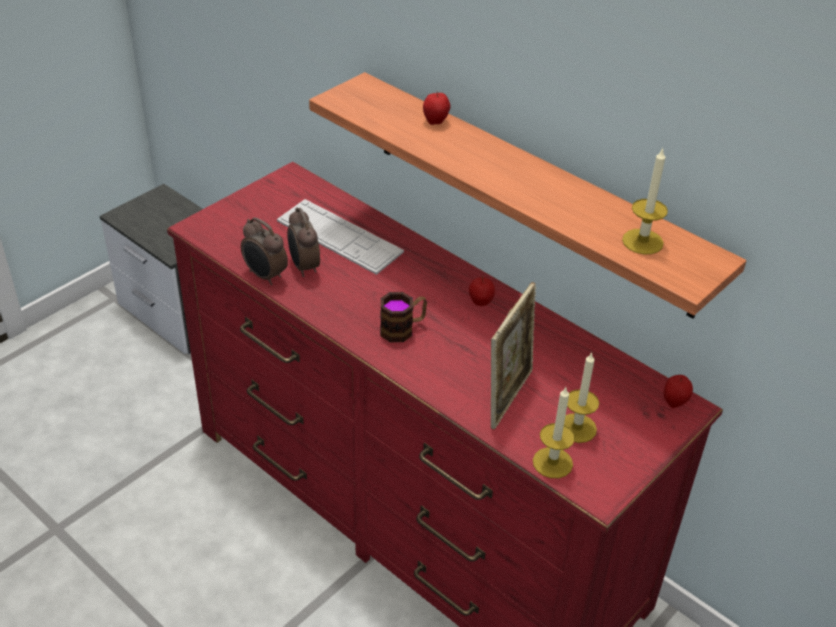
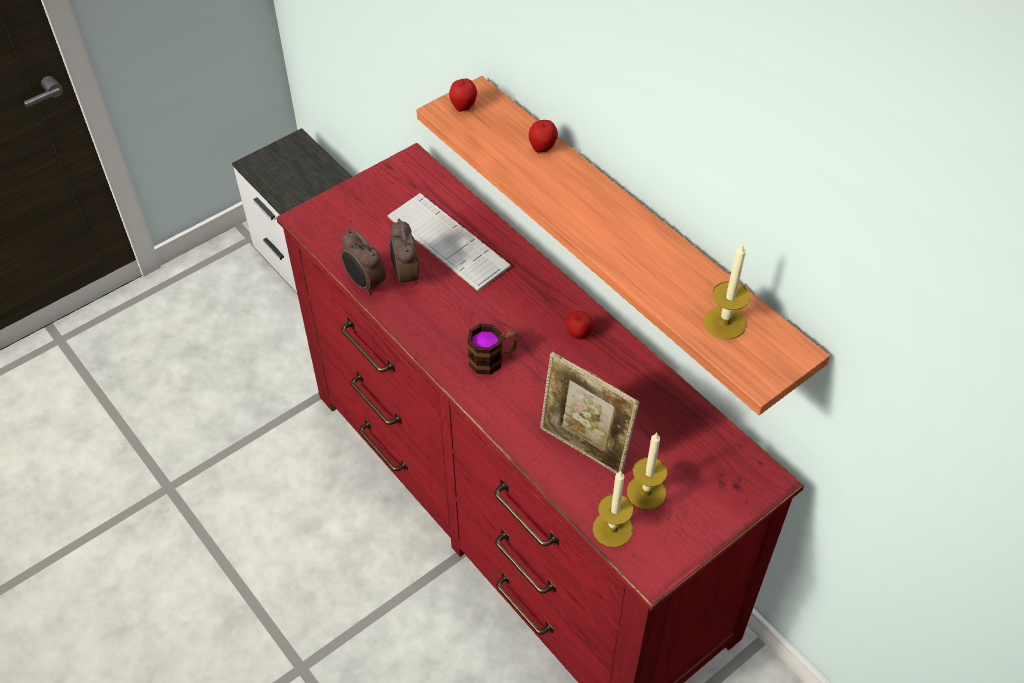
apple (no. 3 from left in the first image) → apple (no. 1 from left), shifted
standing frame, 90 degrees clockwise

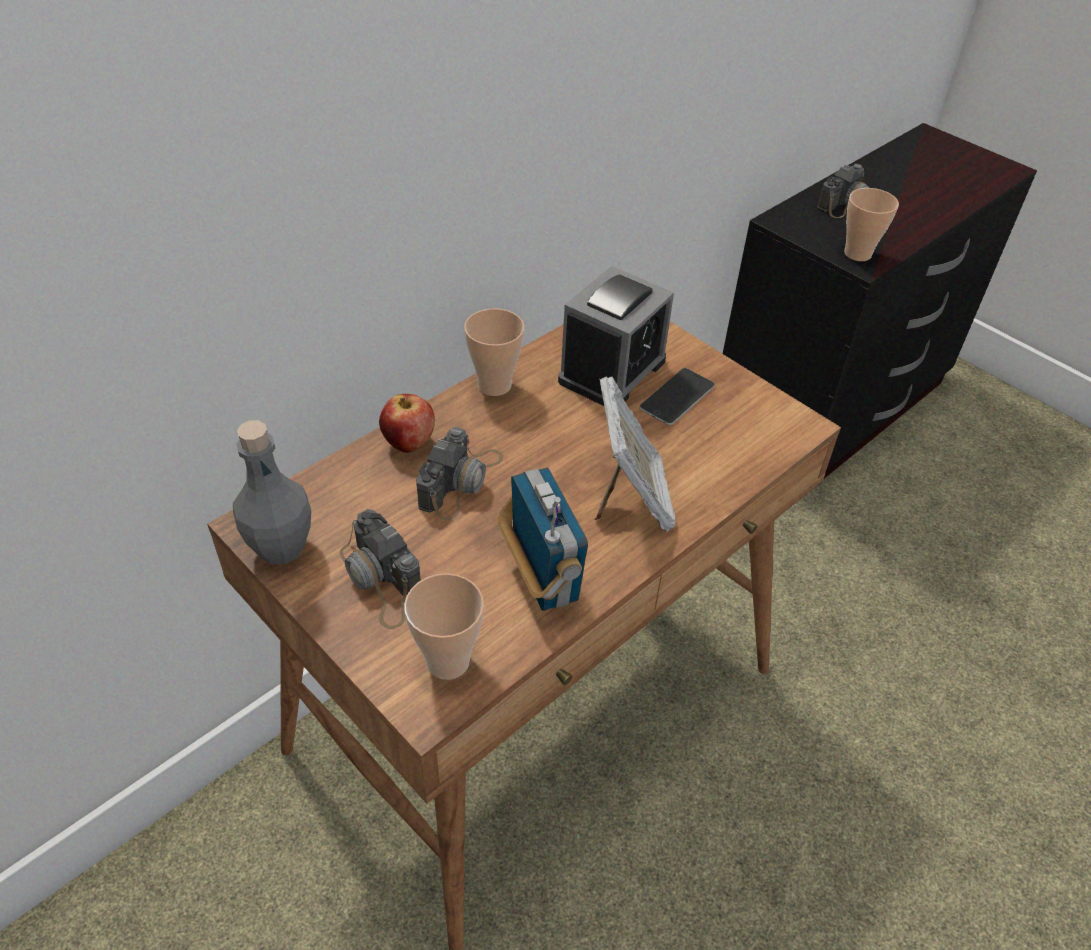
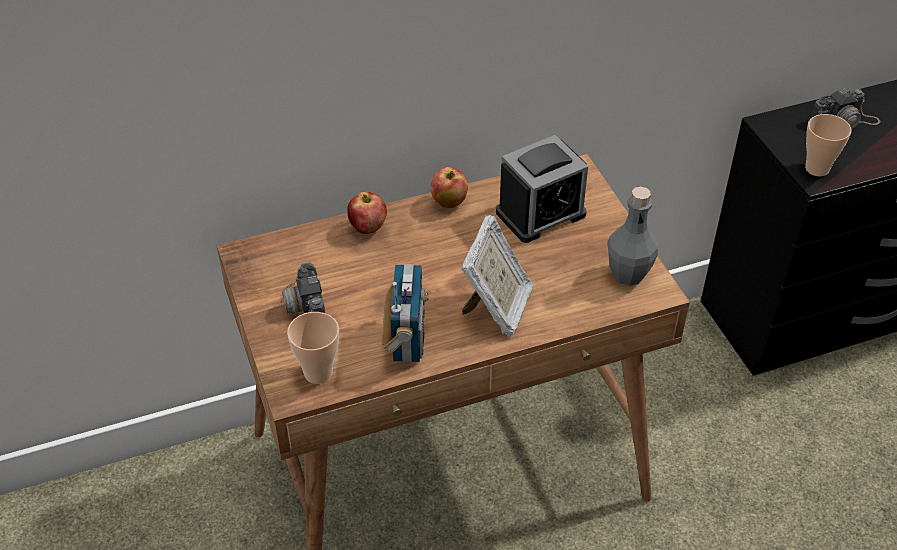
drinking cup (no. 2 from left) → apple (no. 2 from left)
bottle in grey, shifted
photo camera (no. 2 from left) → -
telephone → -

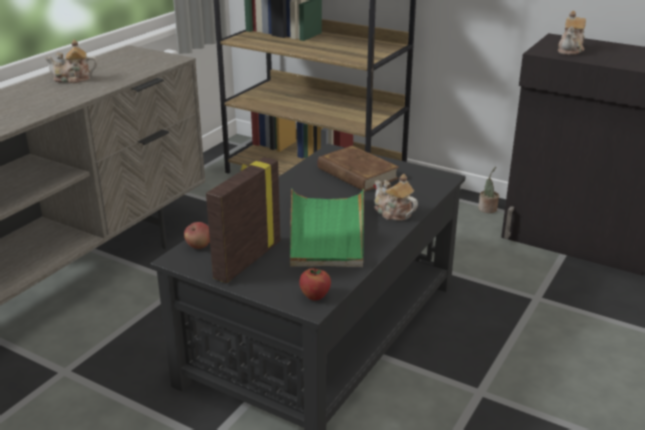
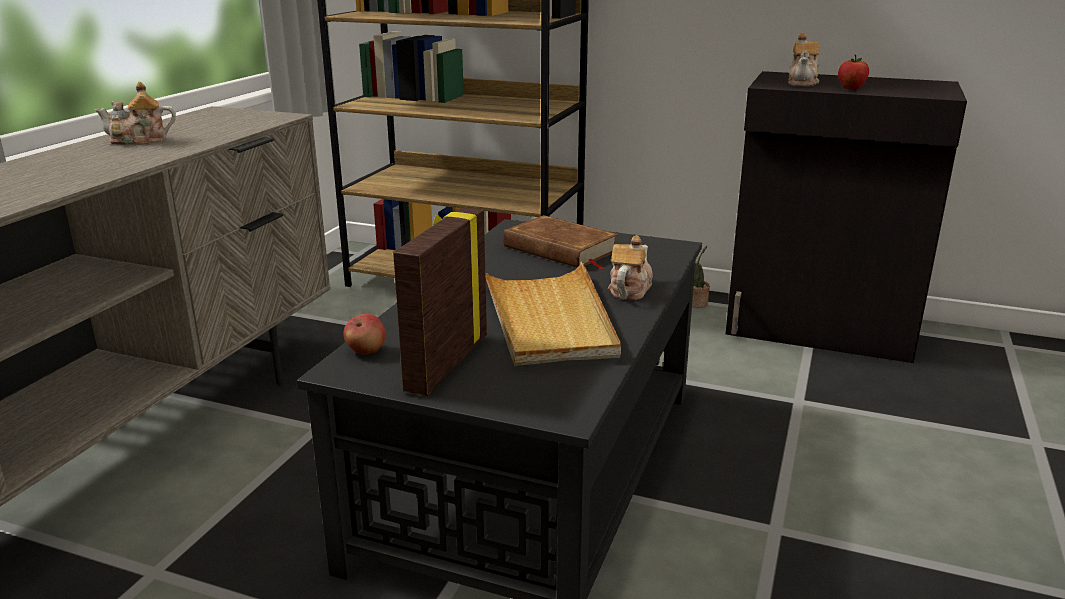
serving tray in green-coloured → serving tray in beige
teapot (no. 2 from left), 75 degrees clockwise
apple (no. 2 from left), shifted

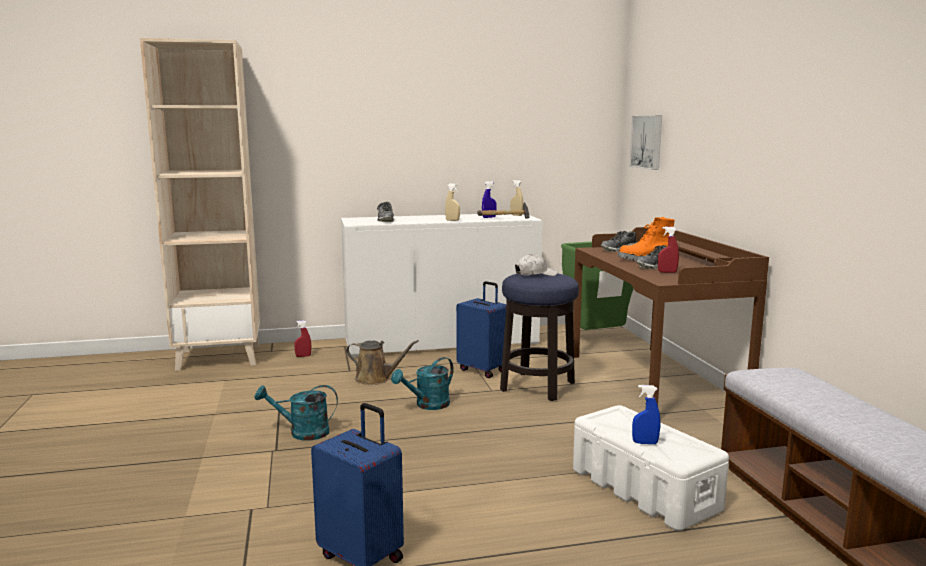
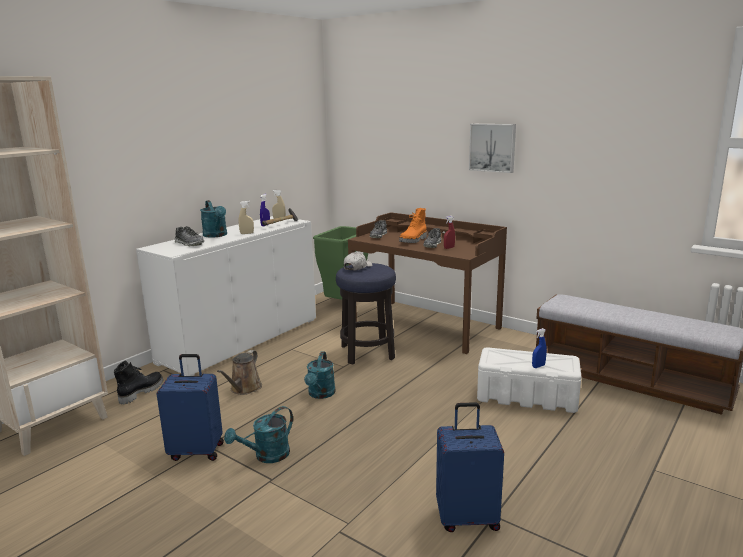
sprayer in red-coloured (no. 1 from left) → boot in black-coloured
piece of luggage in bluish (no. 2 from left in the first image) → piece of luggage in bluish (no. 1 from left), shifted
- → sprinkling can in turquoise (no. 1 from left)
sprinkling can in brown-coloured, 135 degrees clockwise
picture, shifted

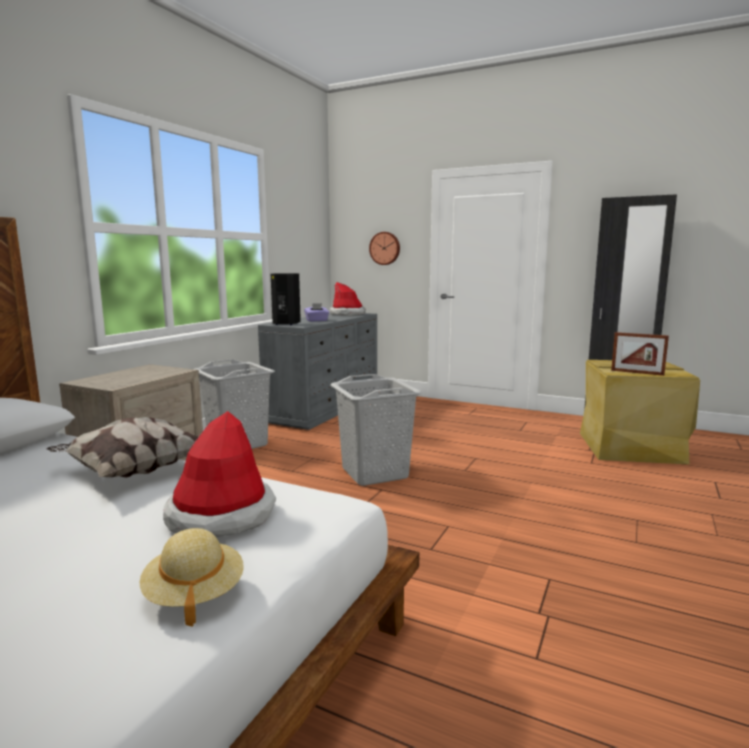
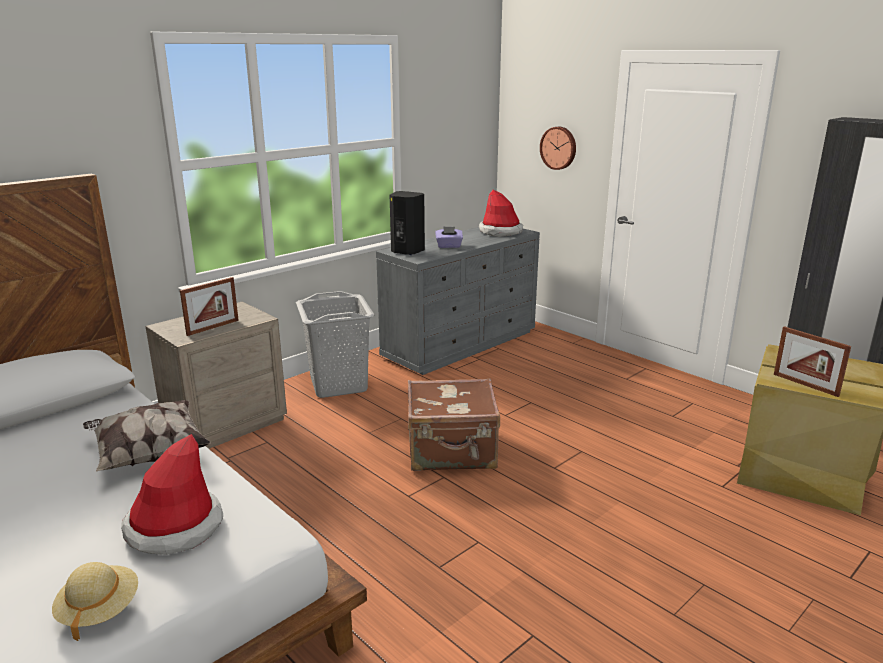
- → standing frame (no. 1 from left)
hamper in grey (no. 2 from left) → piece of luggage in brown-coloured

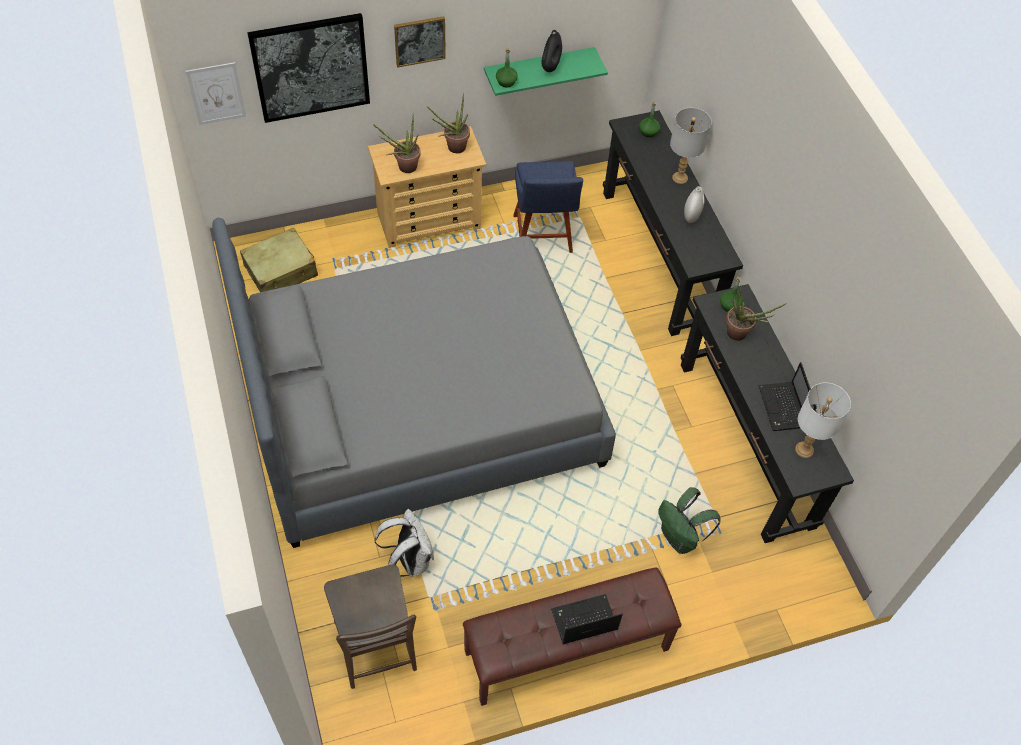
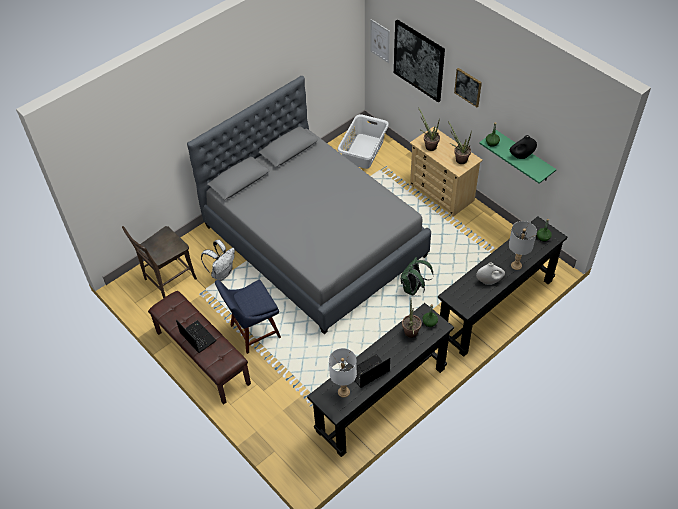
chair in bluish, shifted
piece of luggage in beige → hamper in grey
rucksack in green-coloured, shifted

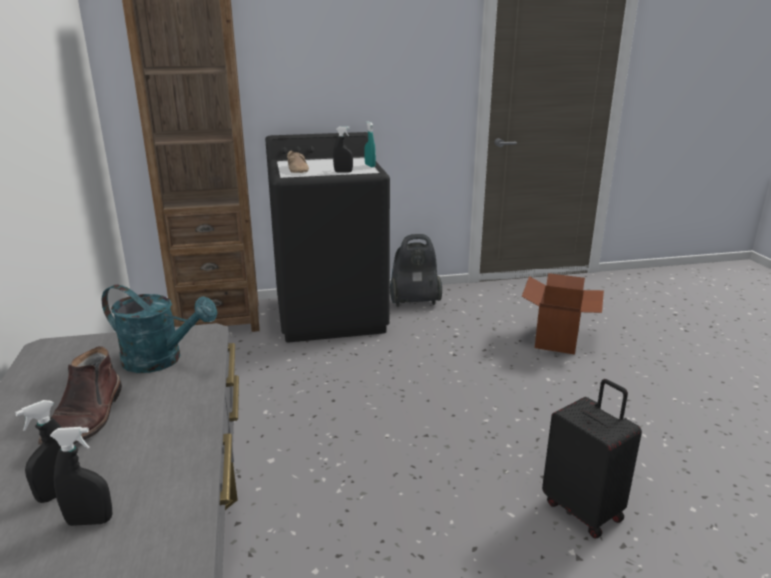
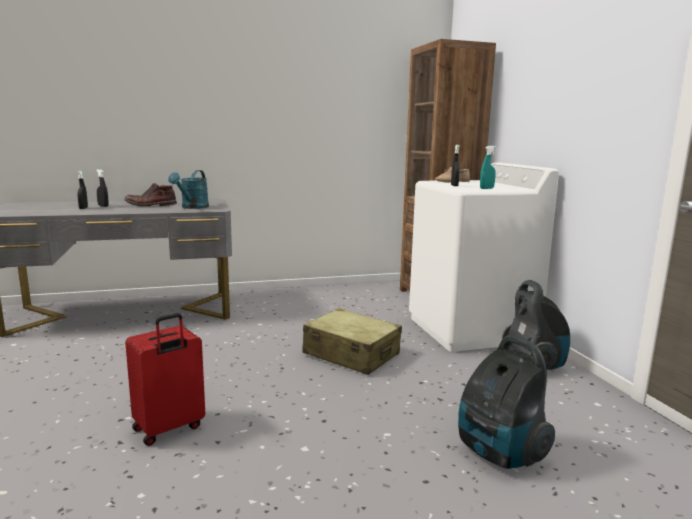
piece of luggage in black-coloured → piece of luggage in red-coloured
- → piece of luggage in beige
washing machine in black-coloured → washing machine in white
cardboard box → vacuum cleaner (no. 1 from left)

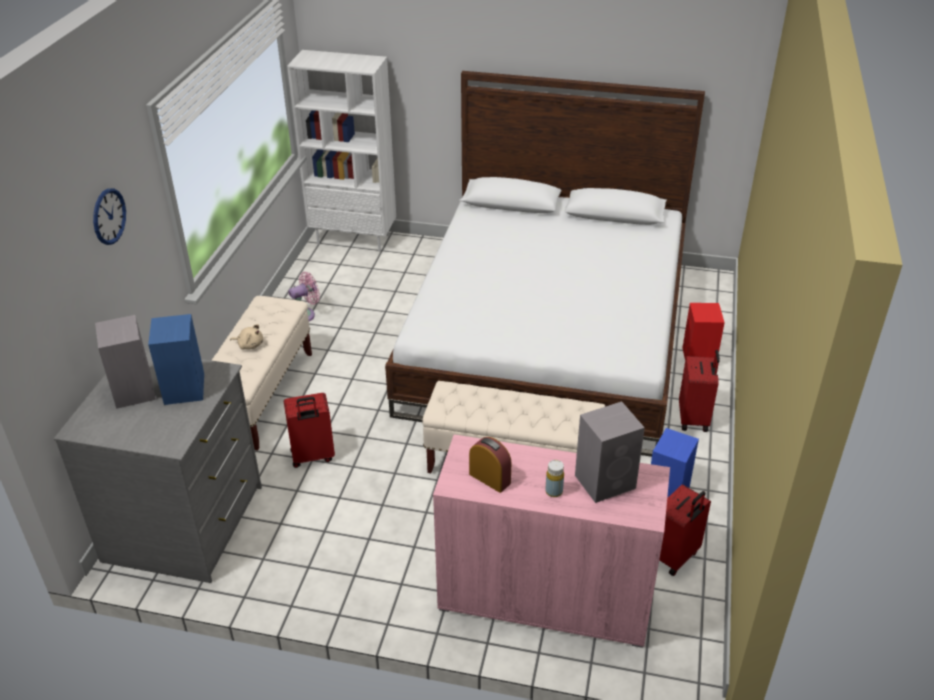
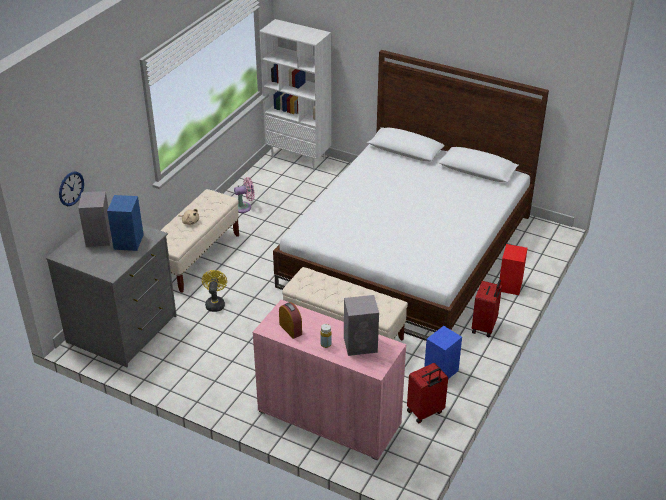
wall clock, shifted
piece of luggage in red-coloured (no. 1 from left) → electric fan in yellow

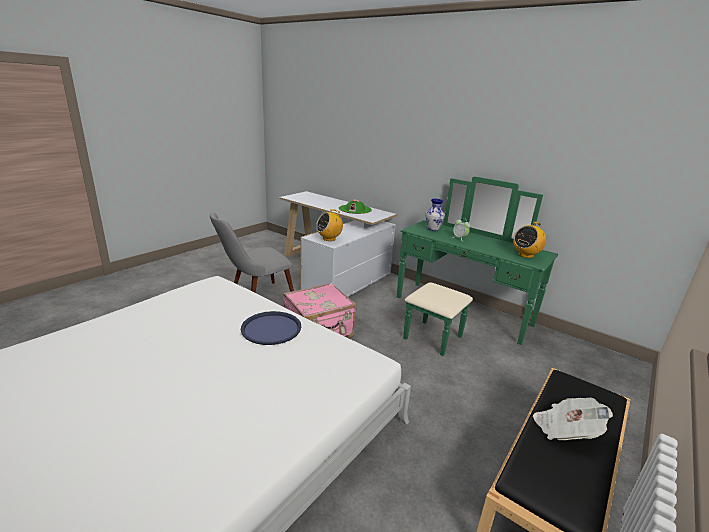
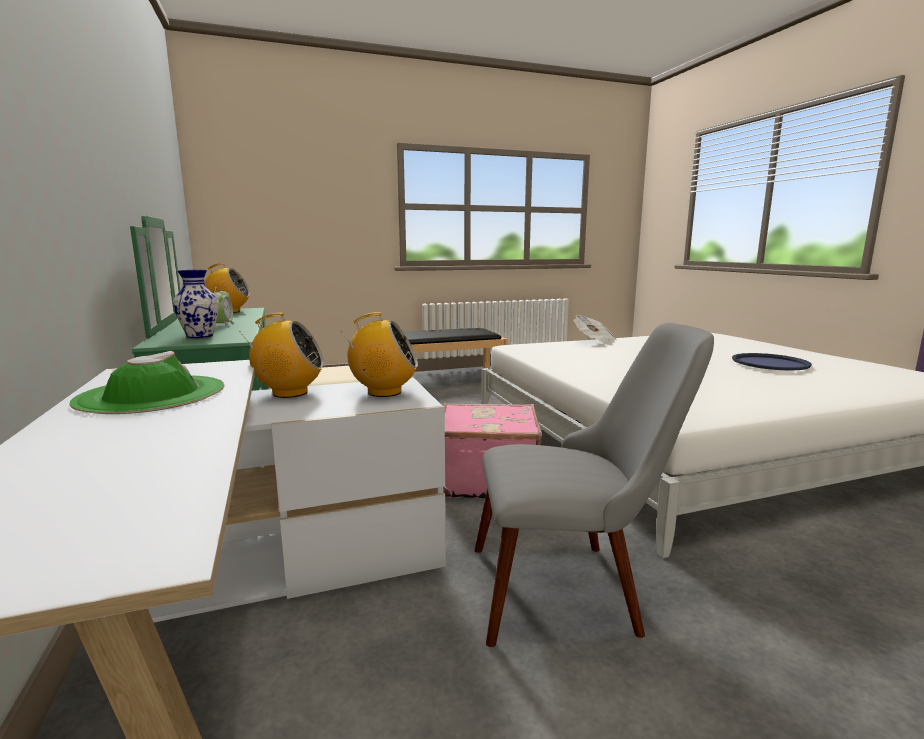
- → radio set (no. 2 from left)
daily paper, shifted
serving tray in bluish, shifted

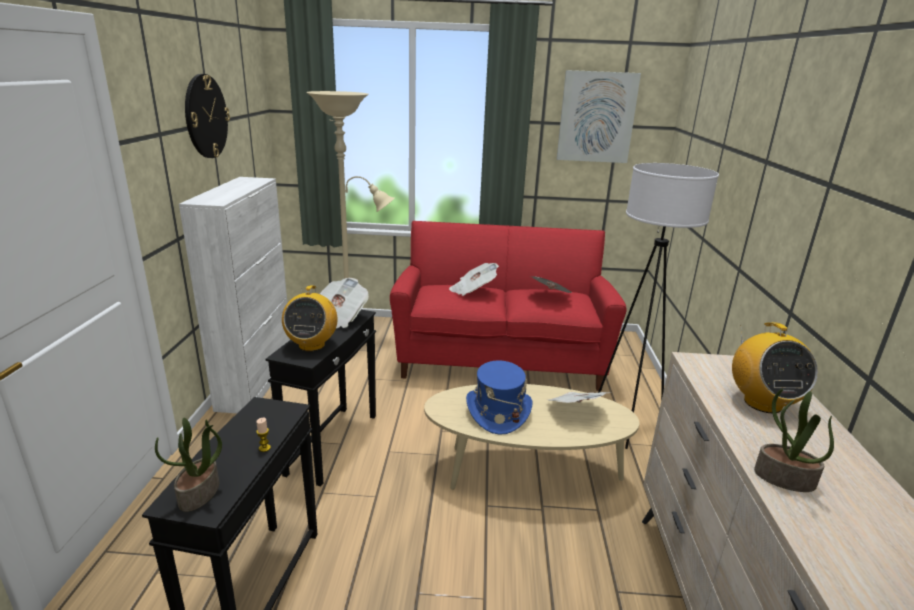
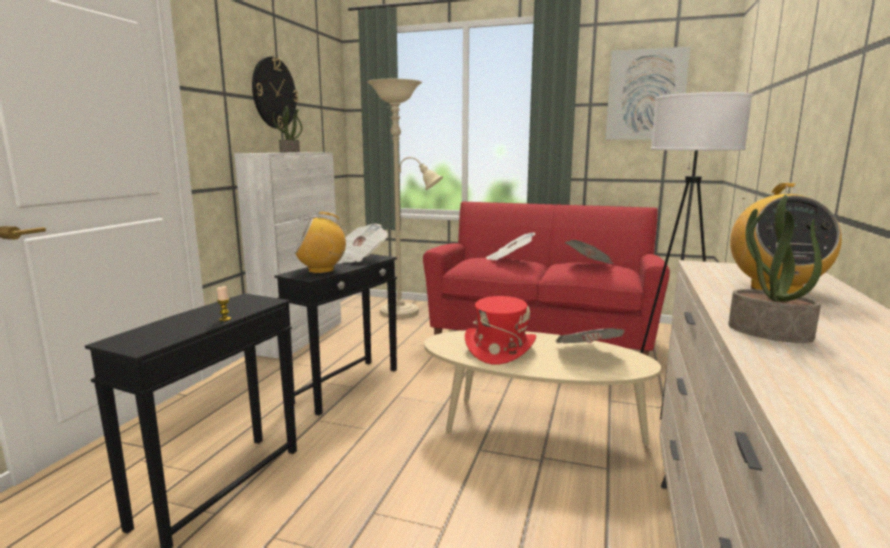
houseplant (no. 1 from left), shifted
radio set (no. 1 from left), 60 degrees clockwise
wearable hat in bluish → wearable hat in red-coloured

